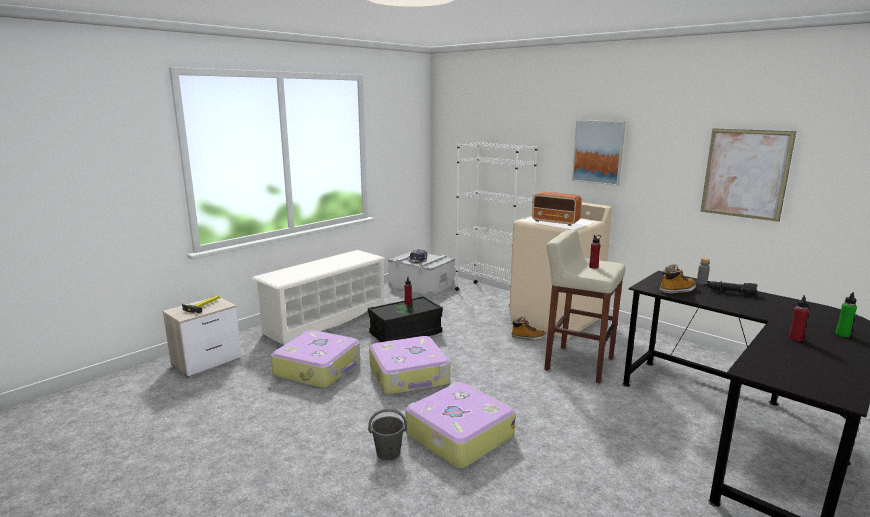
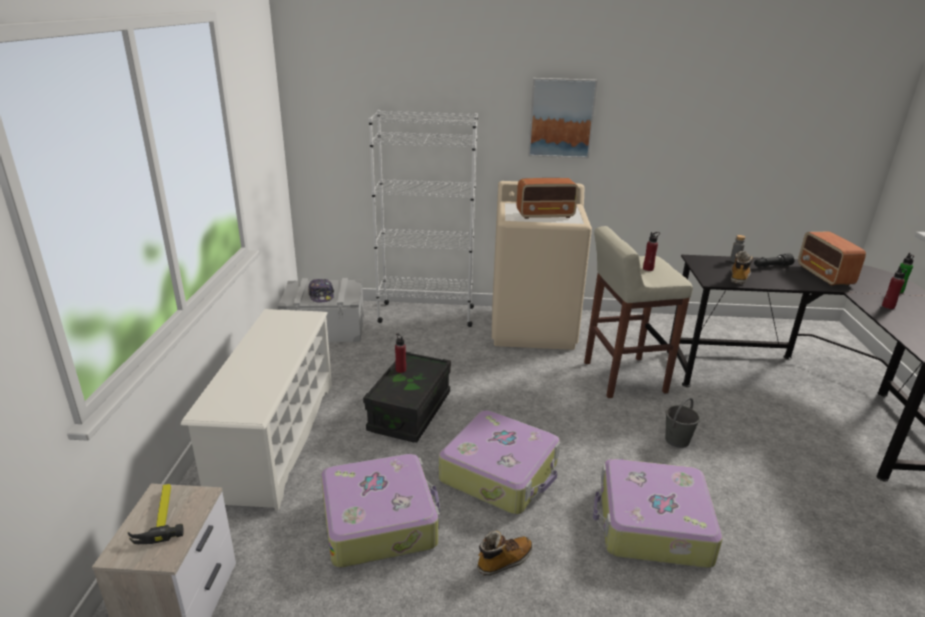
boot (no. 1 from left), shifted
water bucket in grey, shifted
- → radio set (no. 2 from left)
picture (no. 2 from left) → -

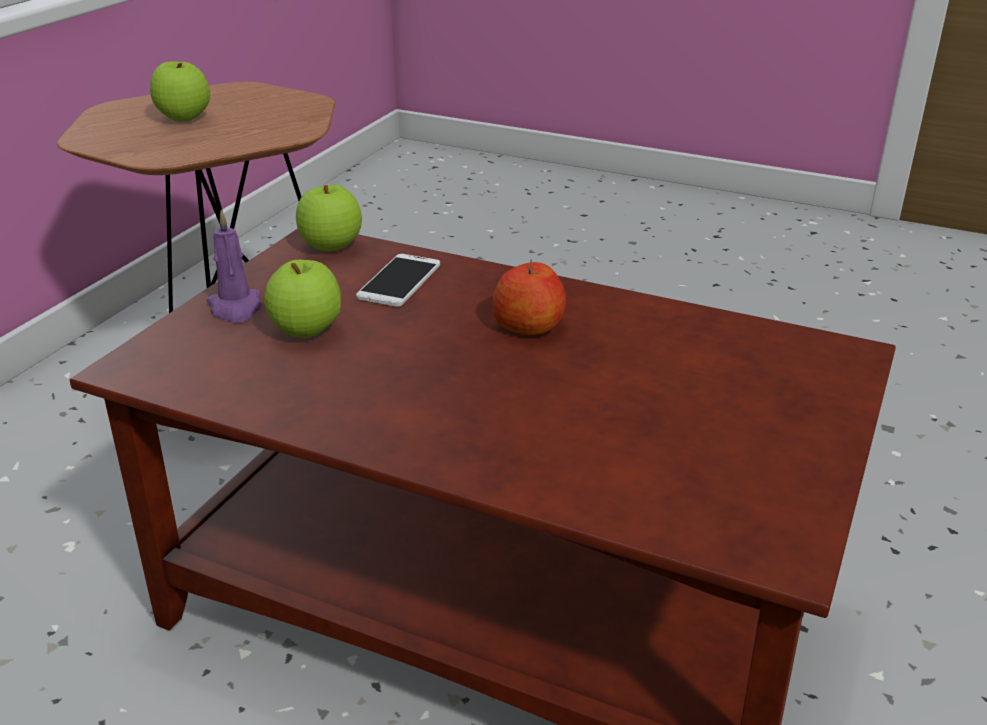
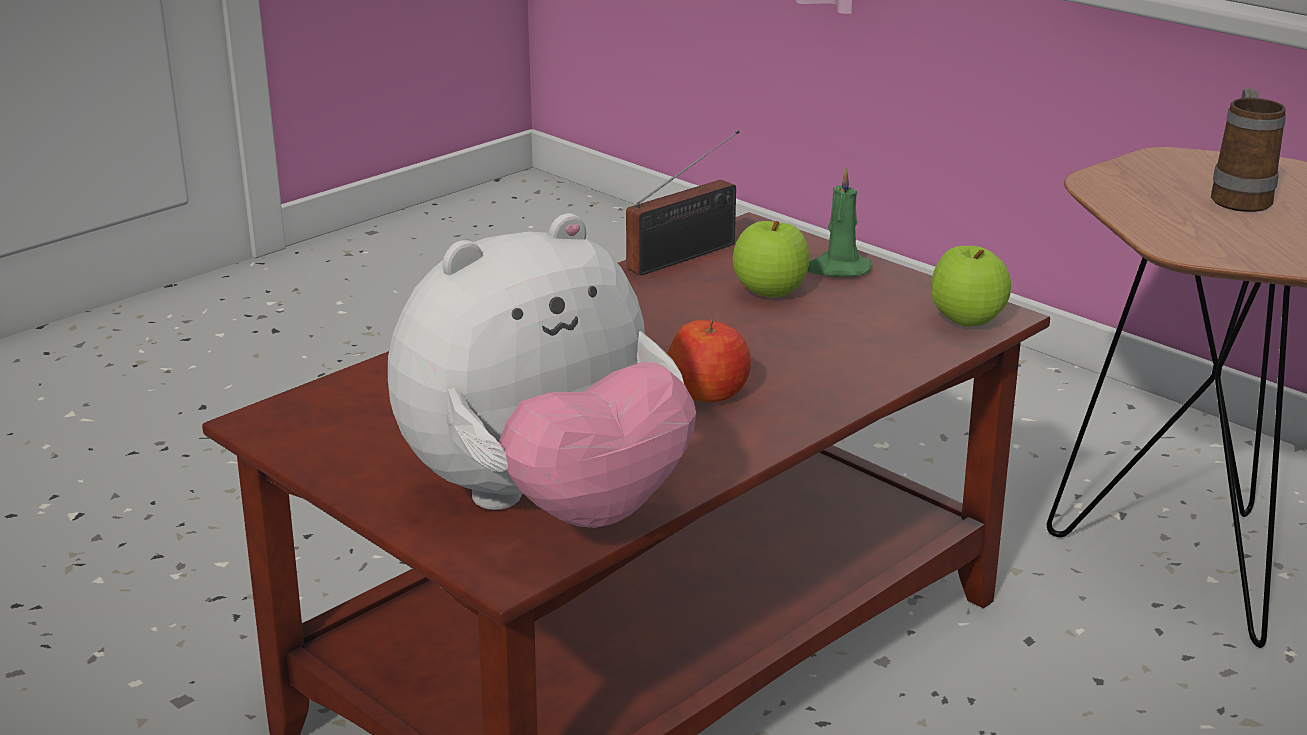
- → cuddly toy
- → radio set
wax candle in purple-coloured → wax candle in green-coloured
apple (no. 1 from left) → tea mug
telephone → -

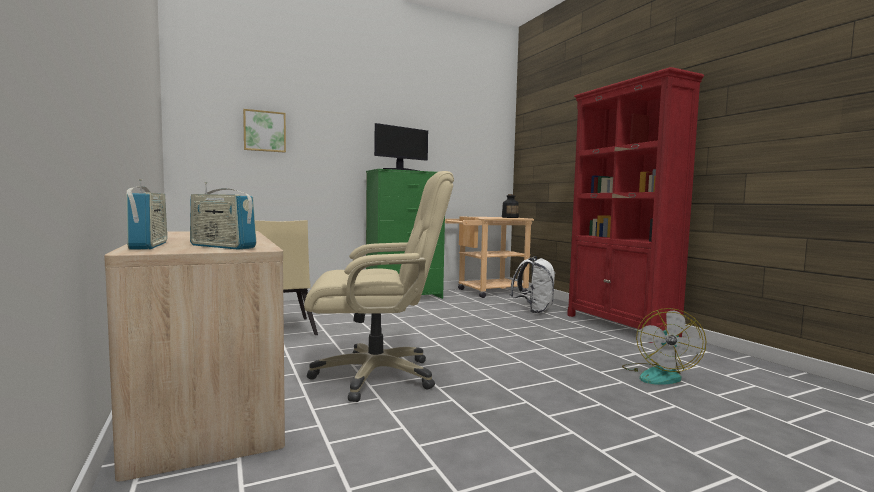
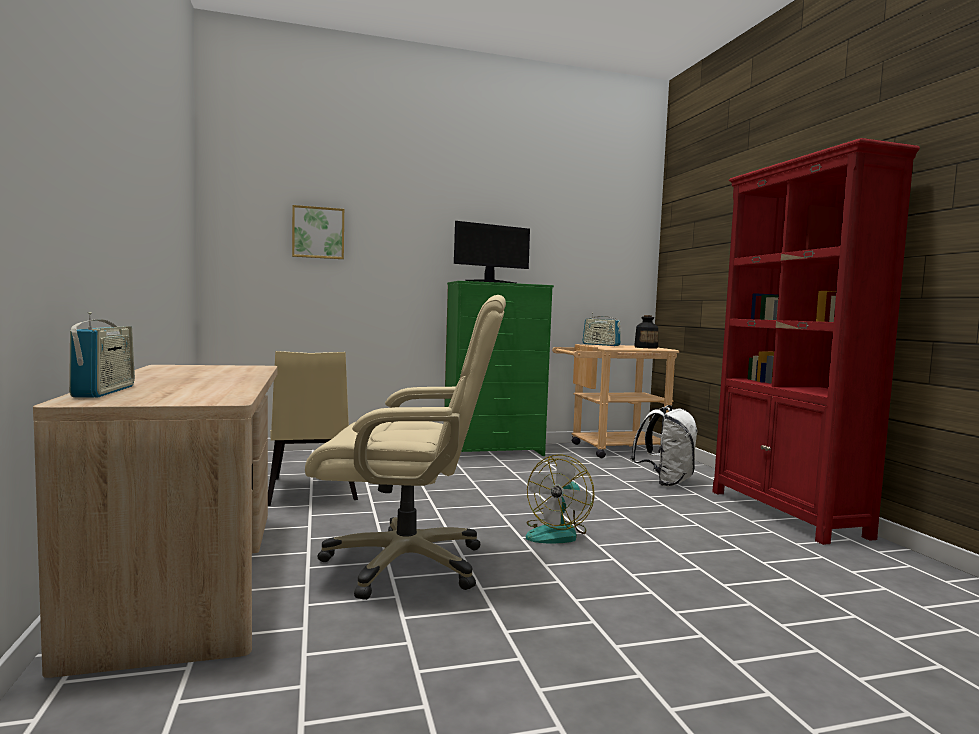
electric fan, shifted
radio set (no. 2 from left), shifted

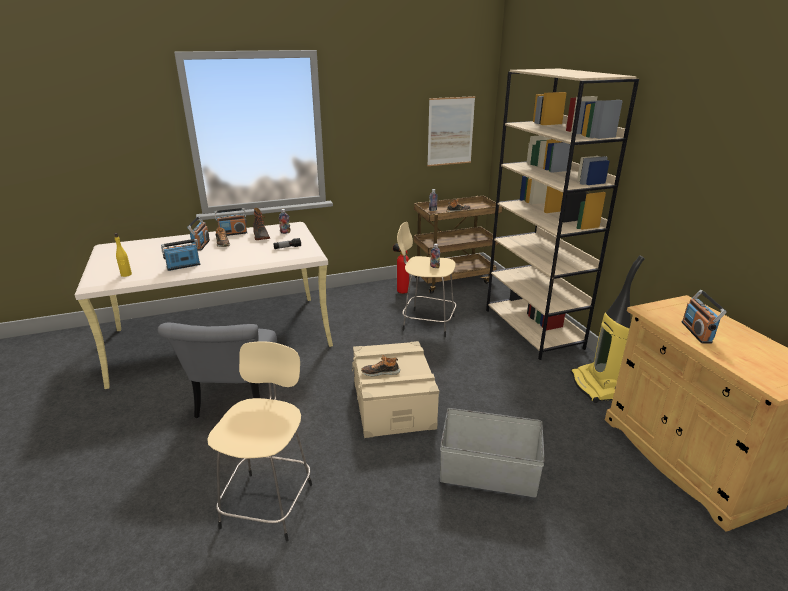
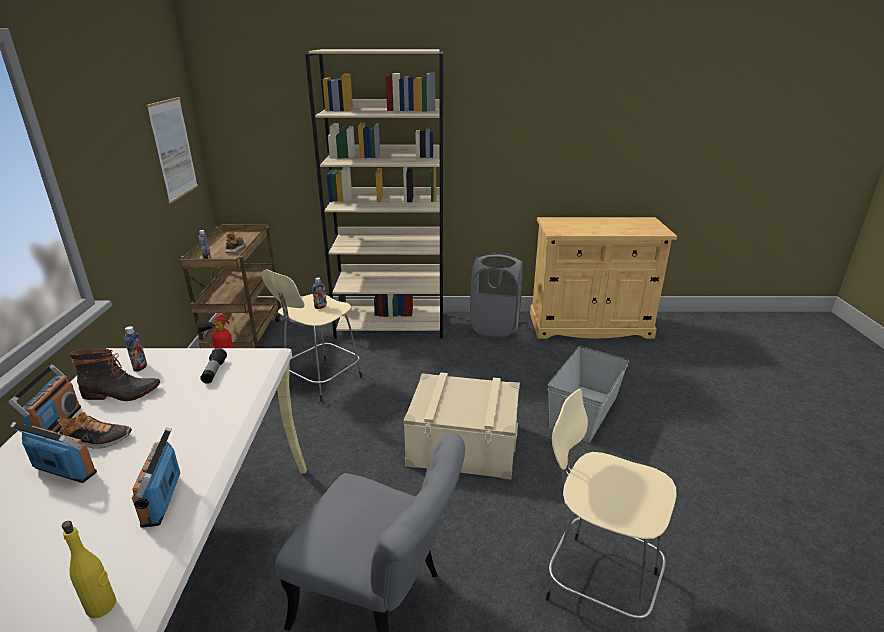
vacuum cleaner → hamper in grey
item of footwear (no. 2 from left) → -
radio set (no. 4 from left) → -

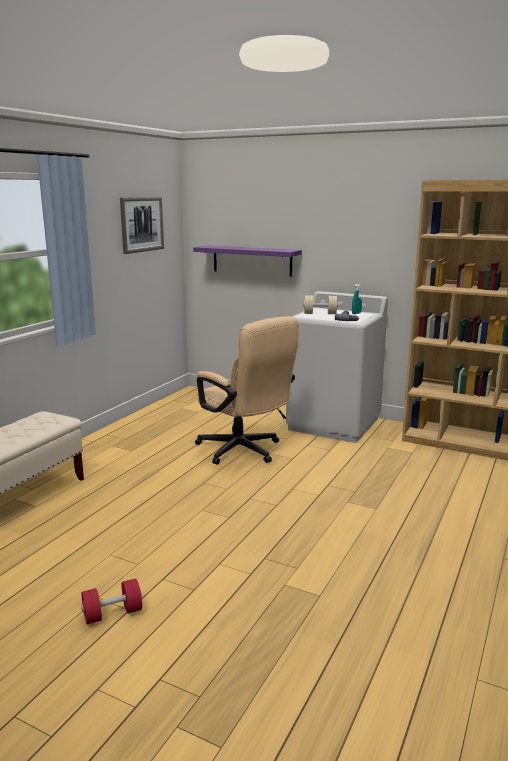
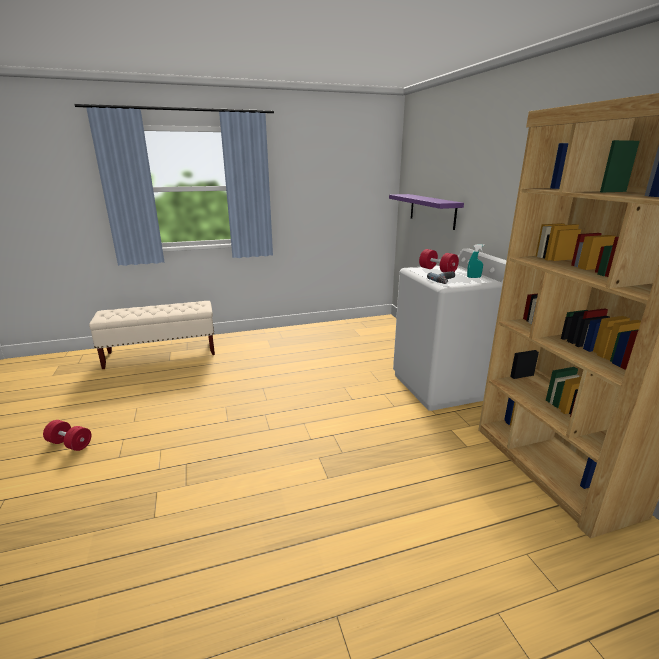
hand weight in beige → hand weight in red-coloured (no. 2 from left)
picture → -
office chair in beige → -

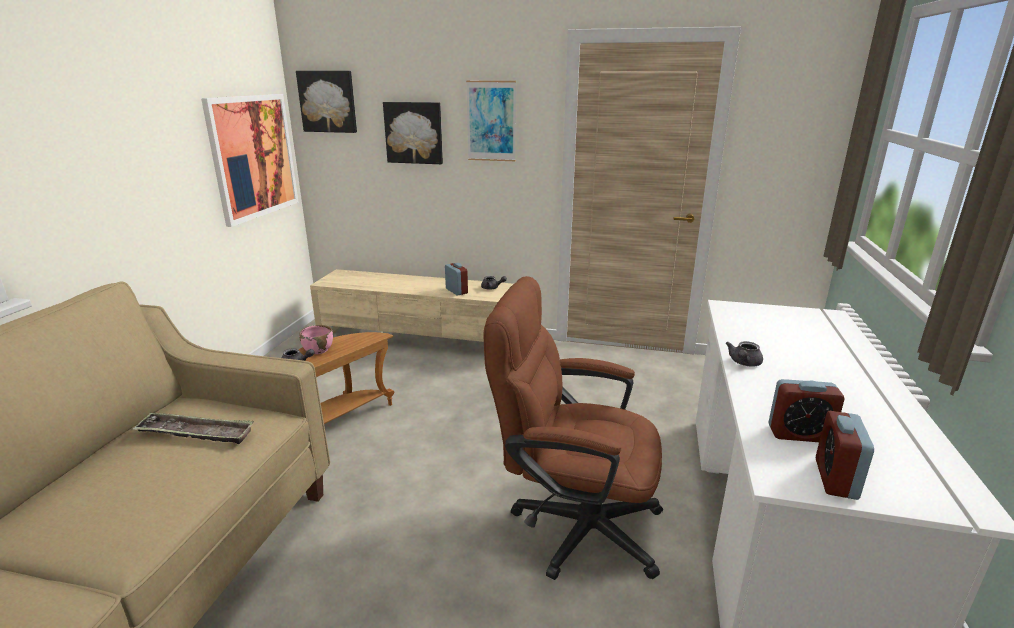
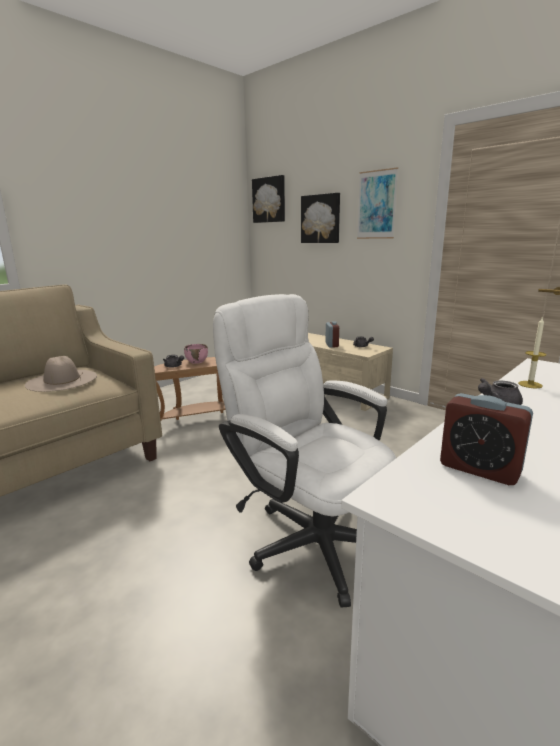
serving tray → wearable hat in beige
office chair in brown-coloured → office chair in white
- → wax candle
picture (no. 1 from left) → -
table clock (no. 3 from left) → -

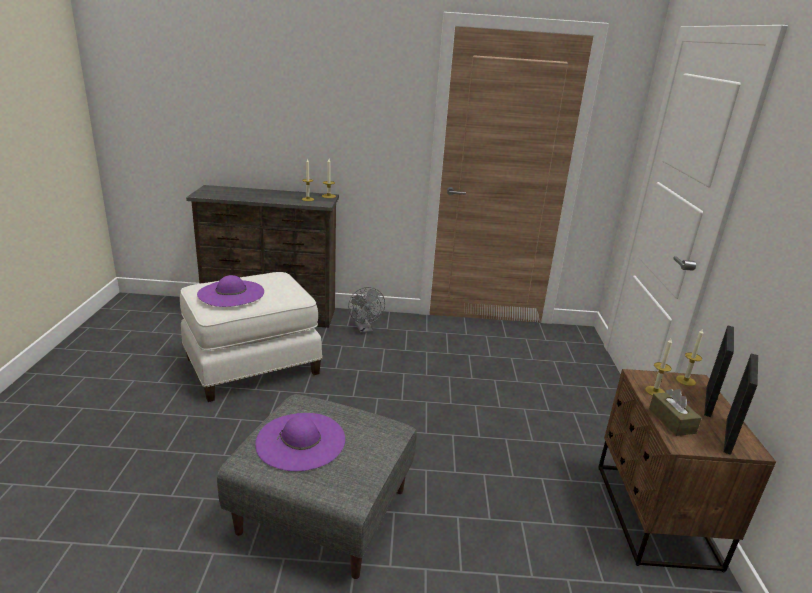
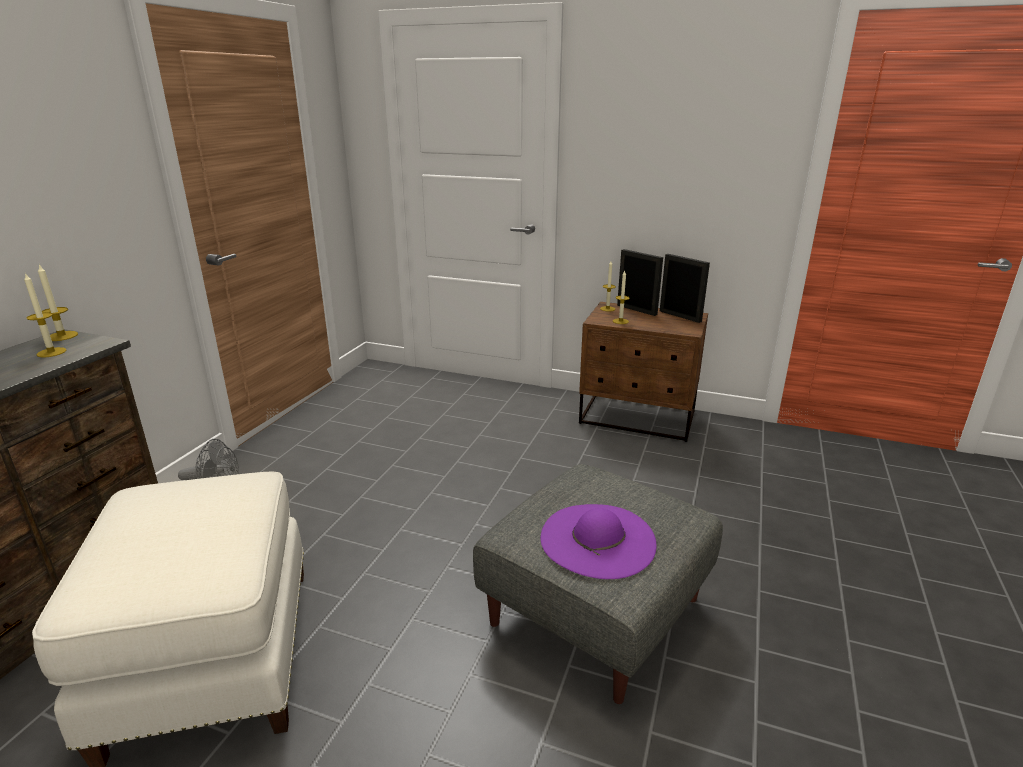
wearable hat in purple-coloured (no. 1 from left) → -
box of tissues in brown-coloured → -

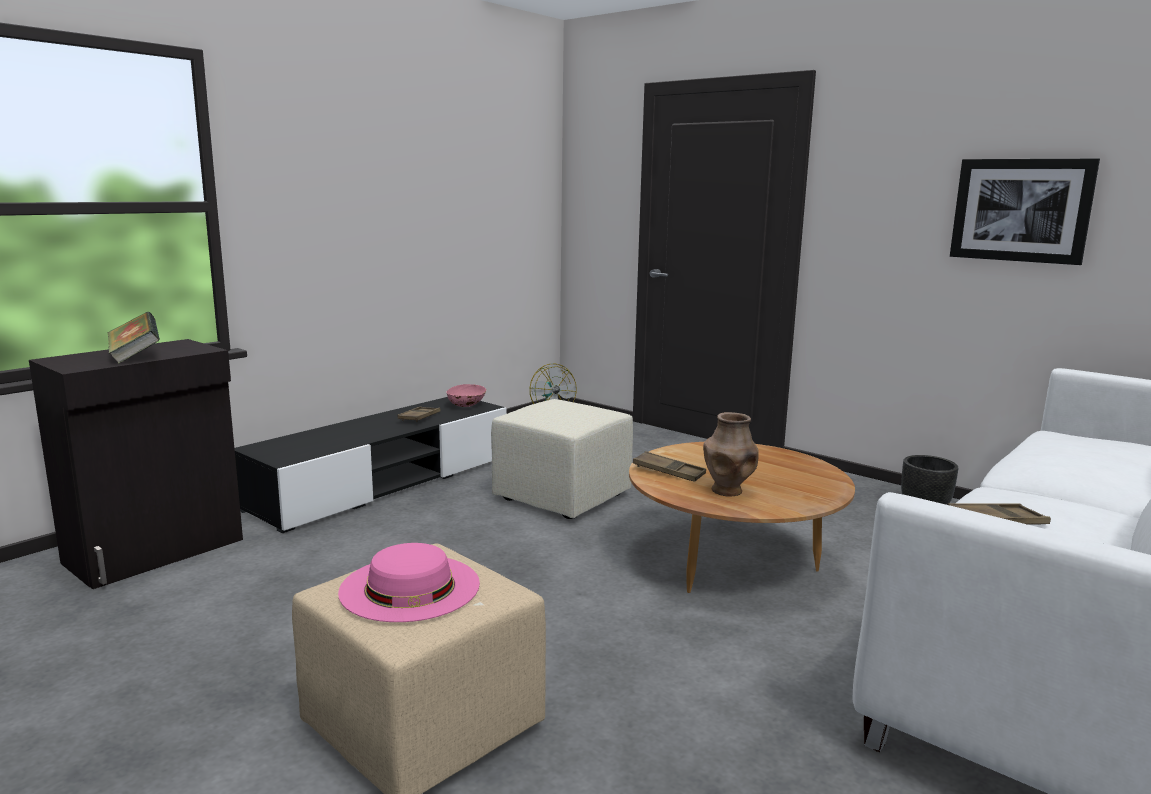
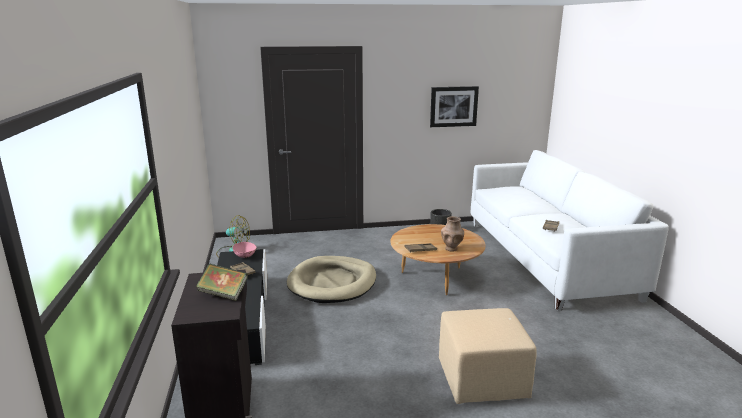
footrest in beige (no. 2 from left) → dog cushion in beige
wearable hat in pink → -

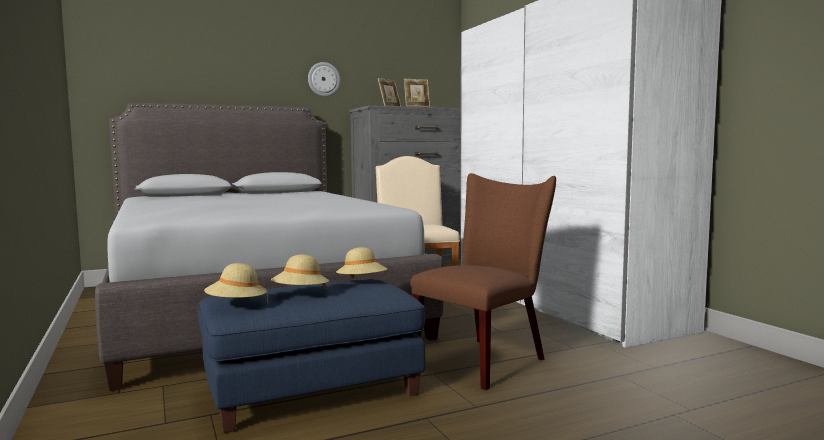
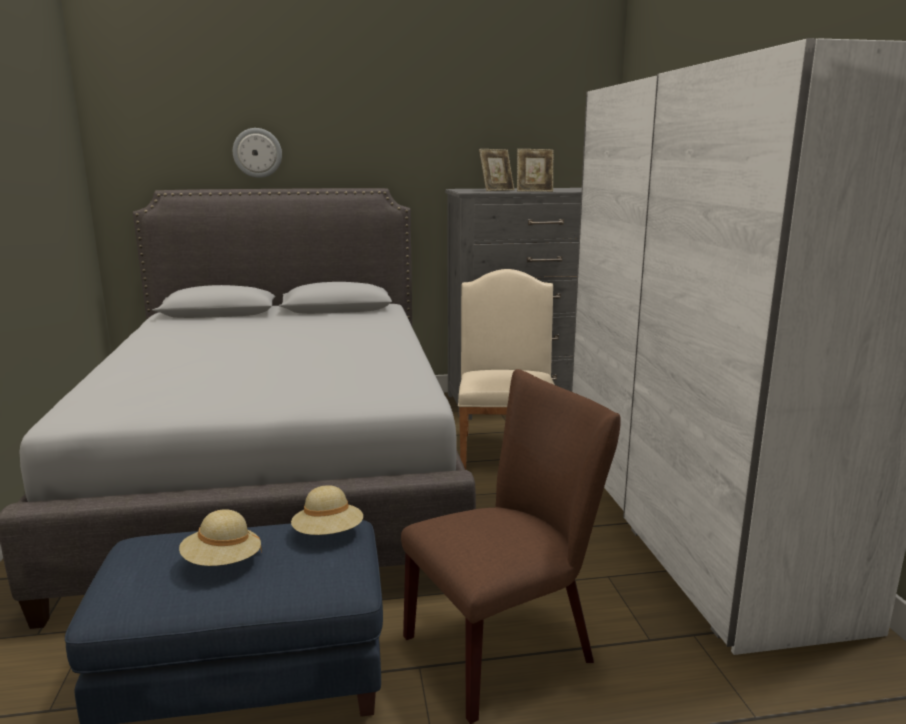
wall clock, shifted
wearable hat in beige (no. 1 from left) → -

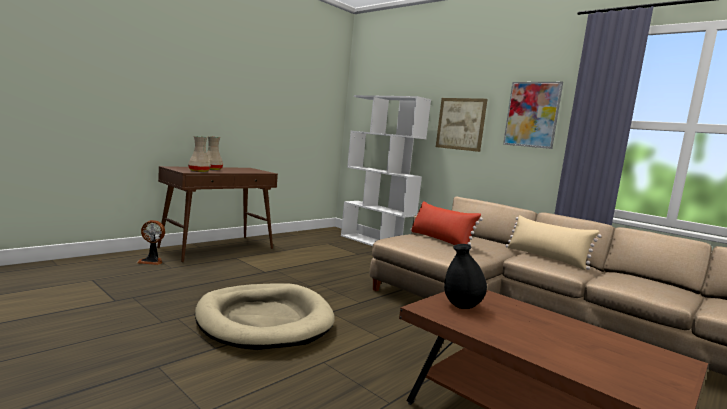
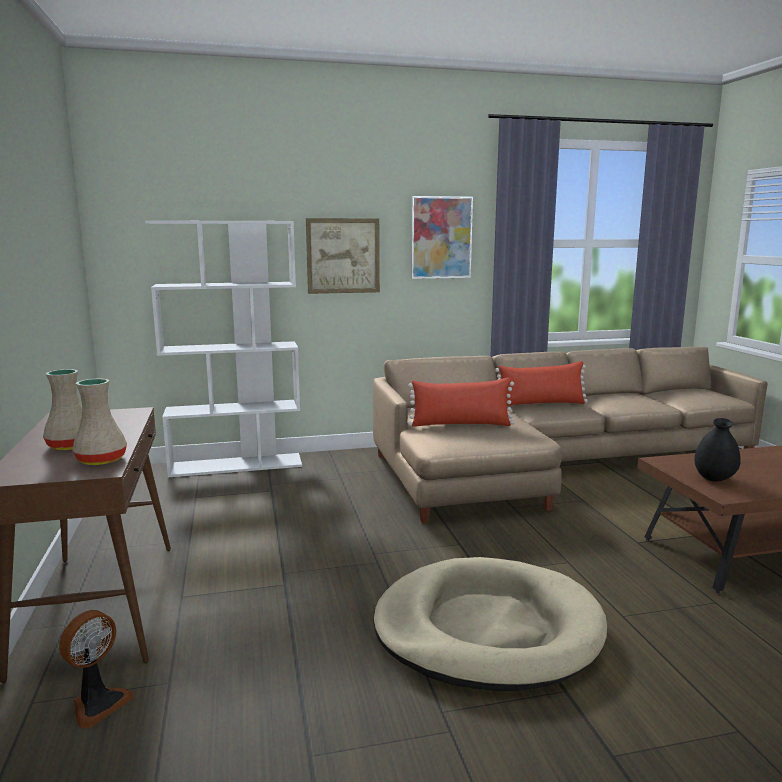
cushion in beige → cushion in red-coloured (no. 2 from left)

